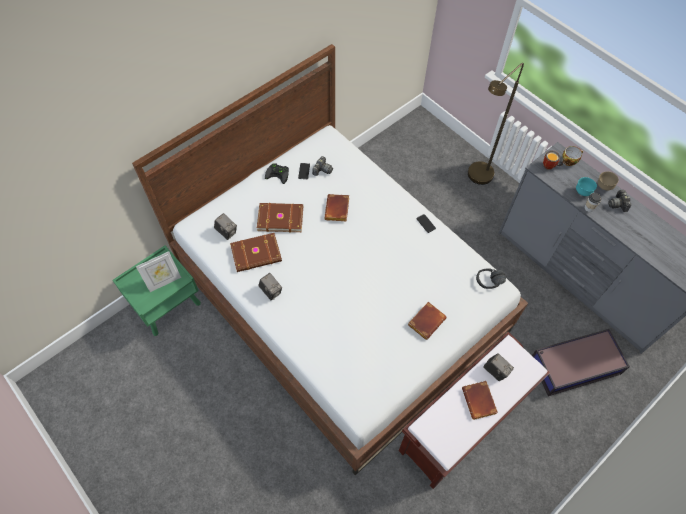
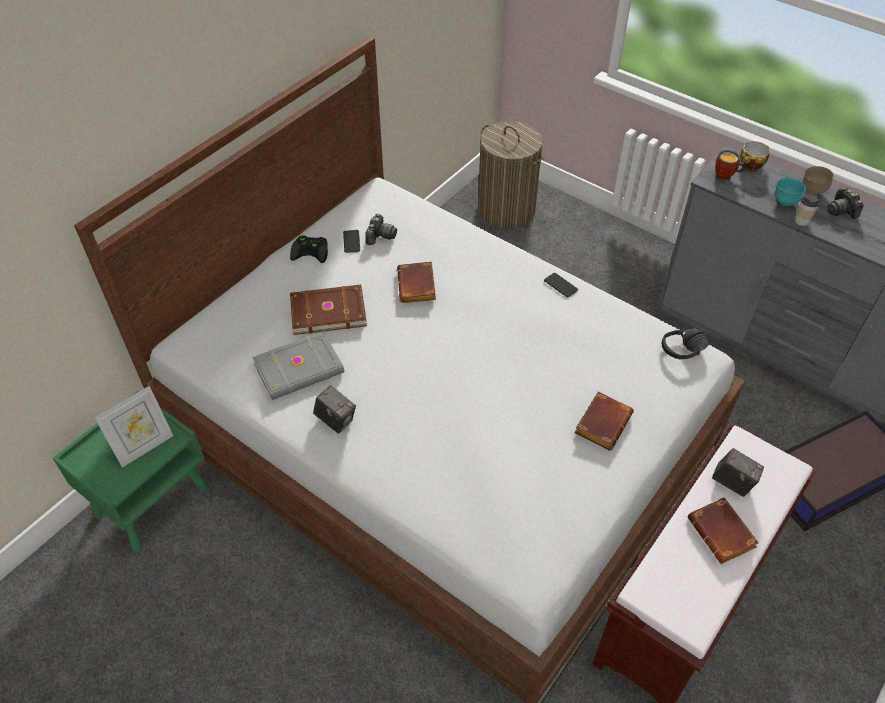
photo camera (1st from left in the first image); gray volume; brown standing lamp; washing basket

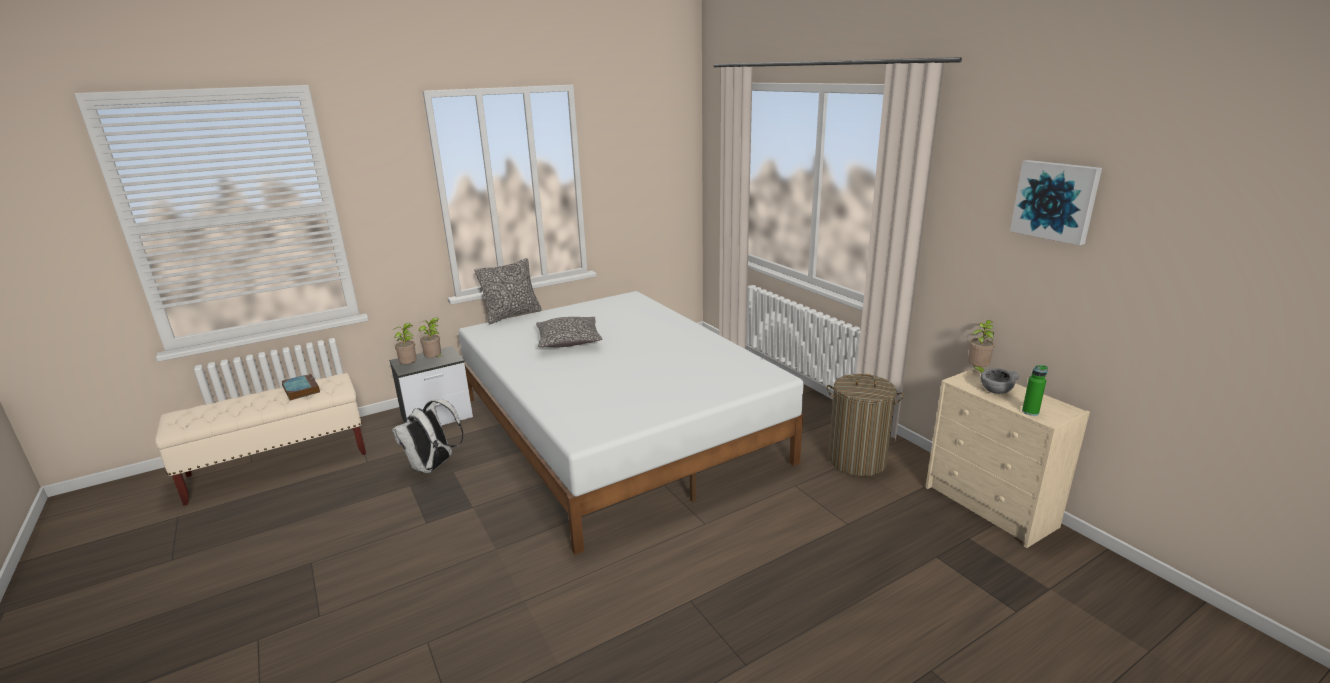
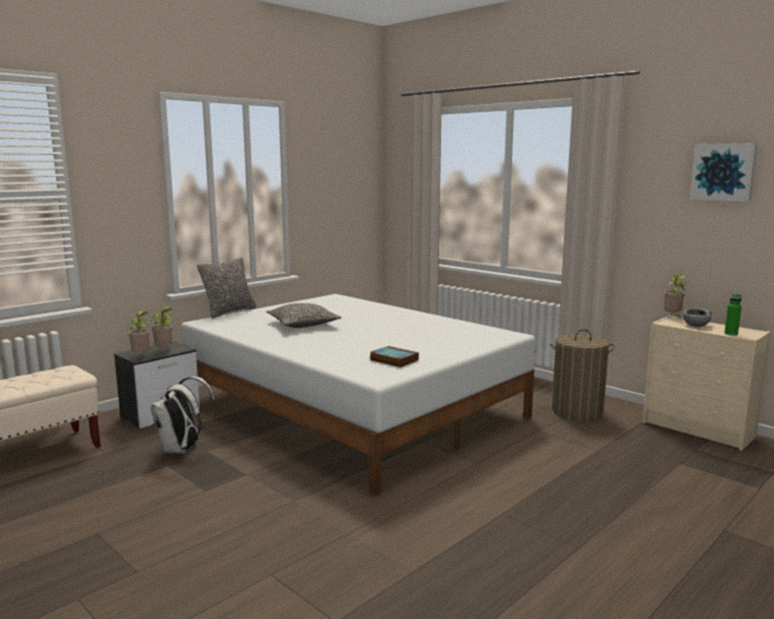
volume

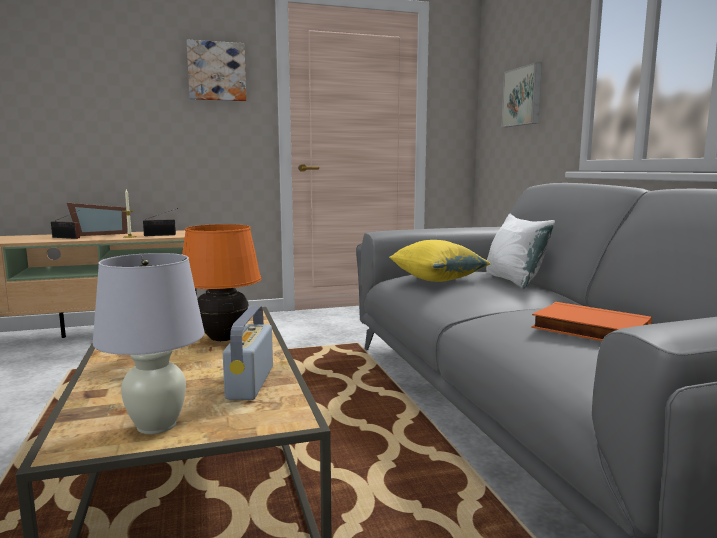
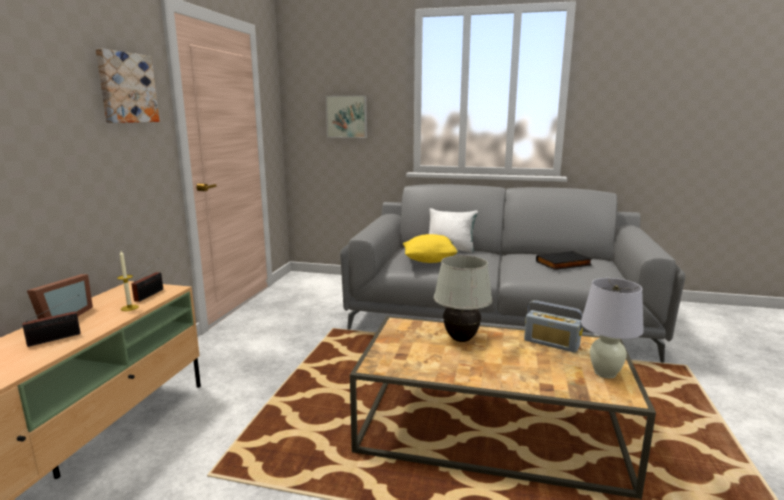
whitish tabletop lamp (1st from left); black-coloured volume

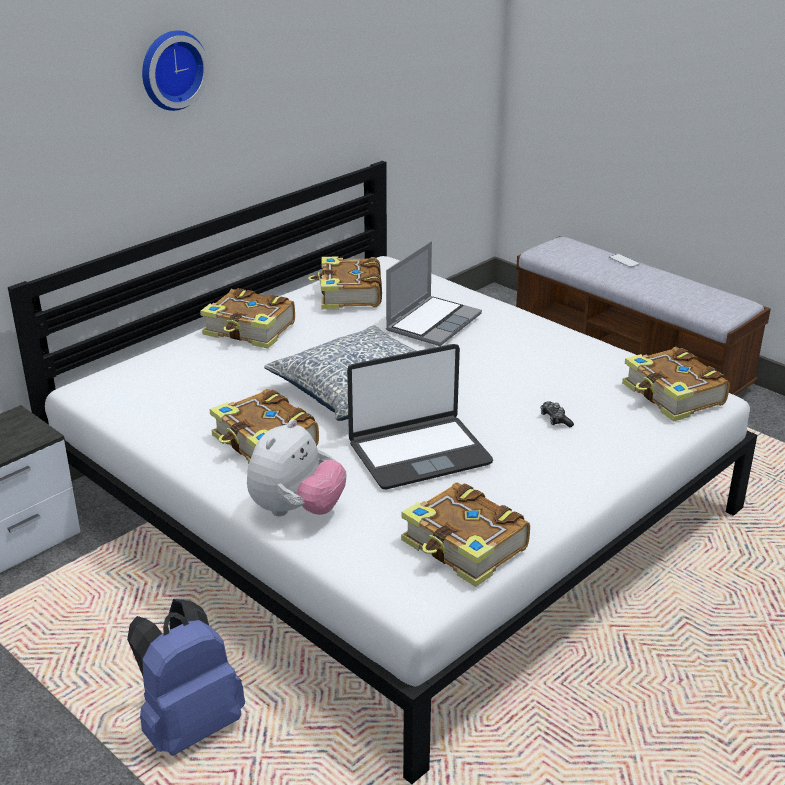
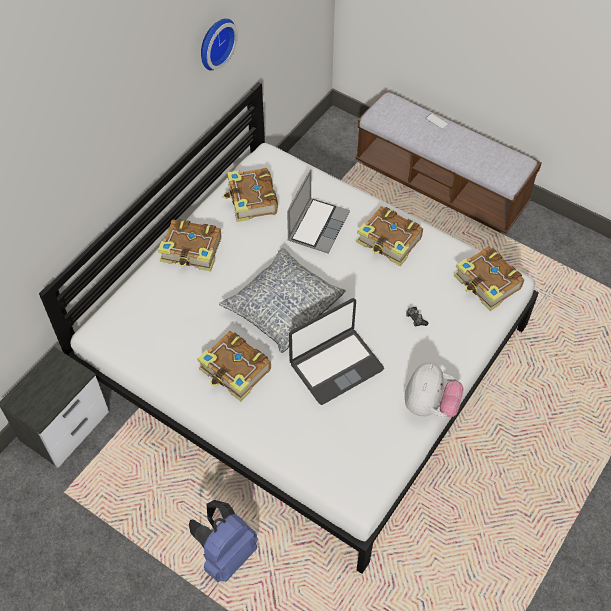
wall clock; cuddly toy; volume (4th from left)

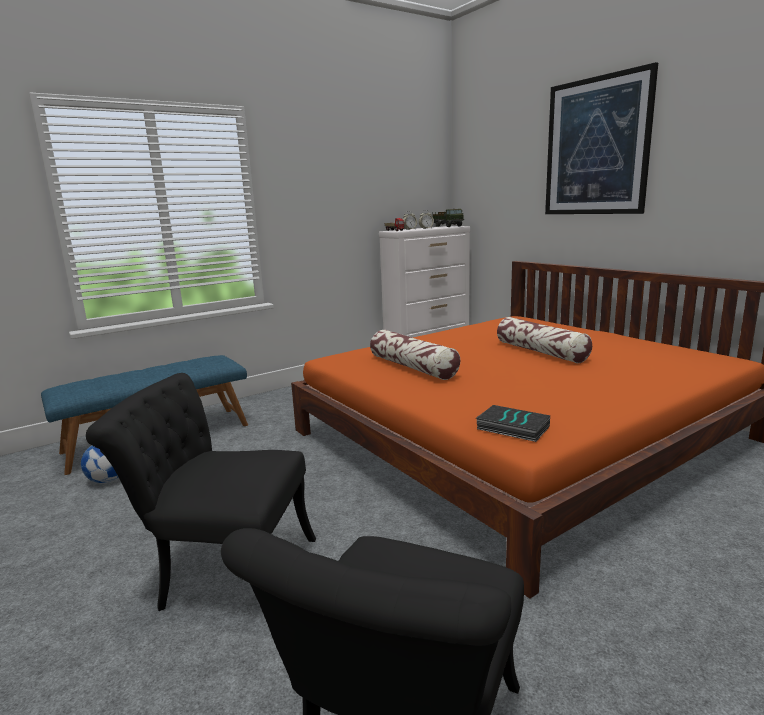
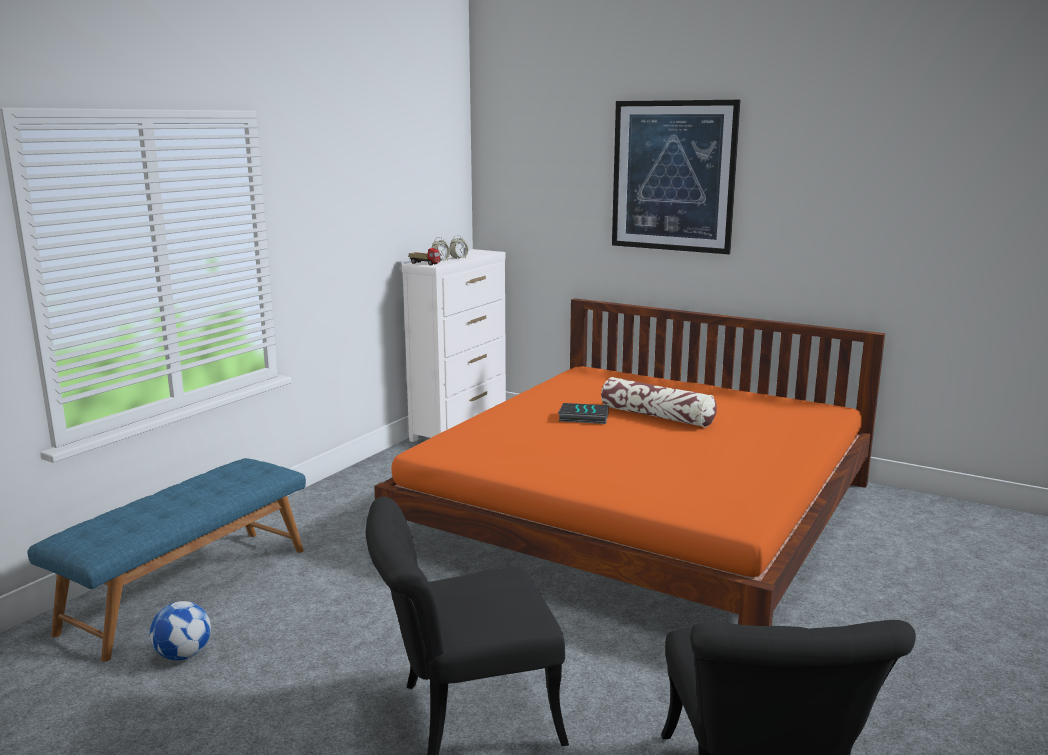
pillow (1st from left in the first image); toy lorry (2nd from left in the first image); volume

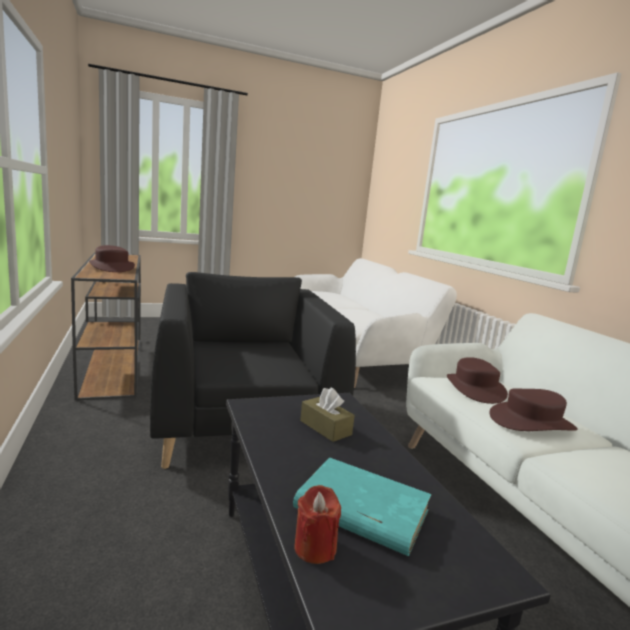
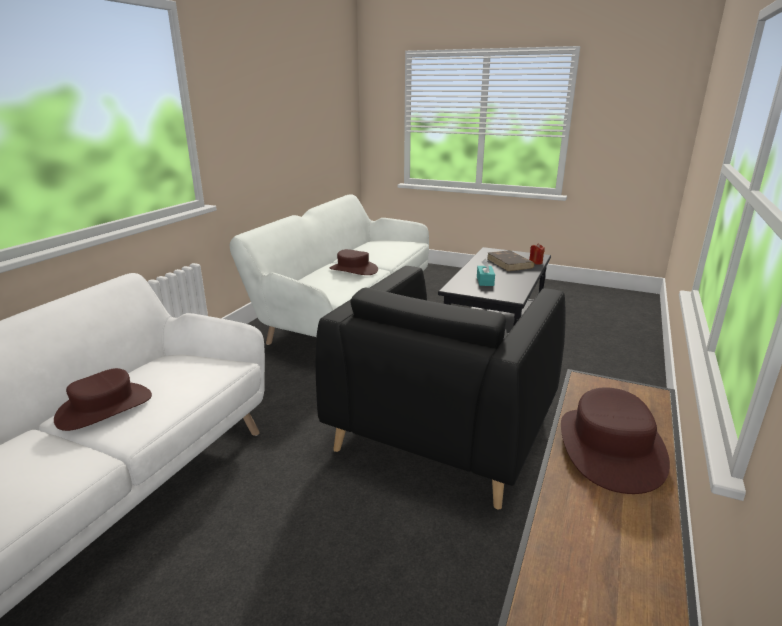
brown volume; blue-green box of tissues; brown hat (1st from left)

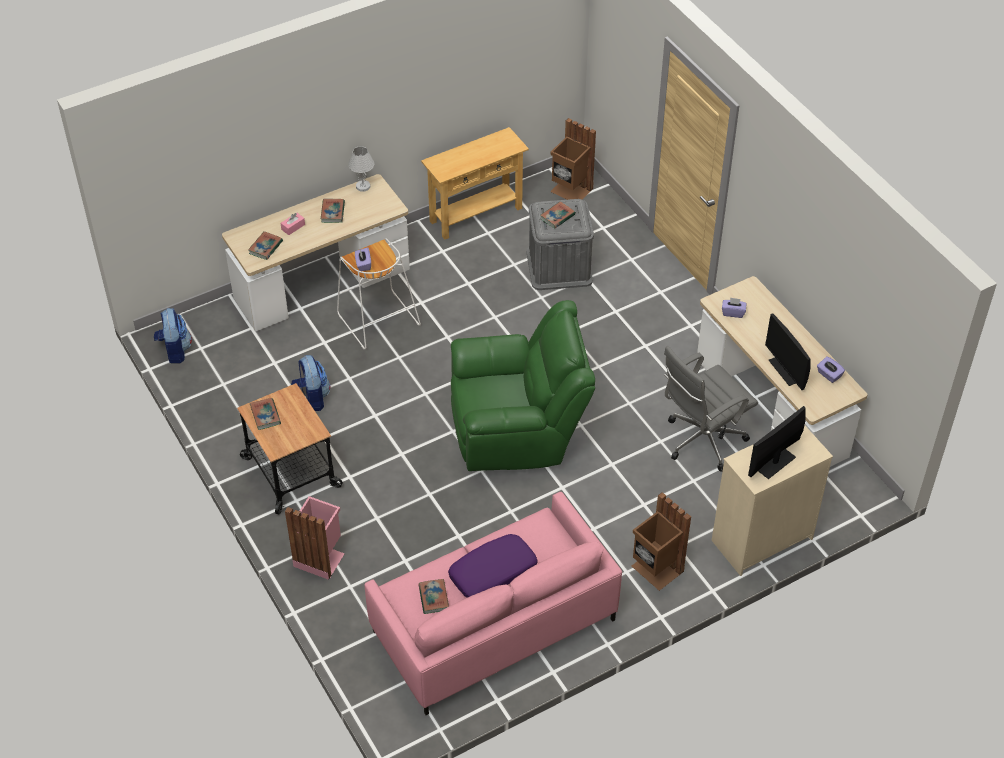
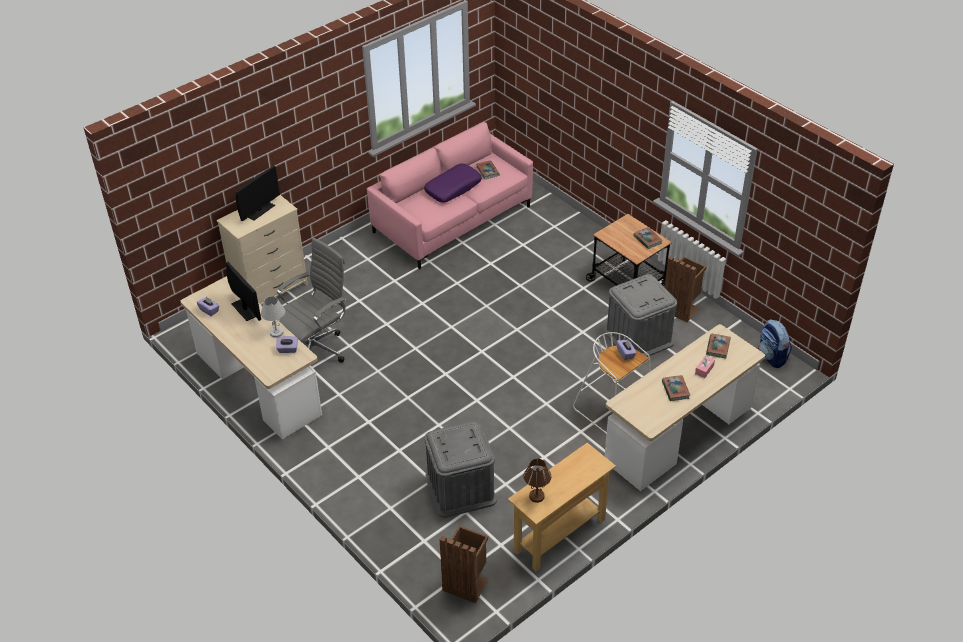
pink trash can; gray storage container (2nd from left); whitish tabletop lamp; greenish armchair; volume (5th from left in the first image); brown trash can (2nd from left); brown tabletop lamp

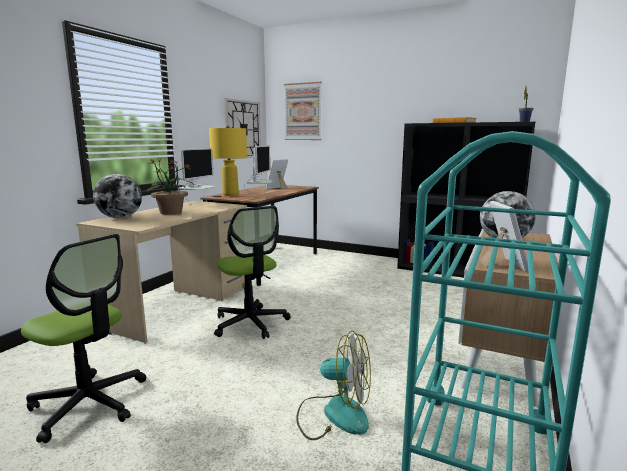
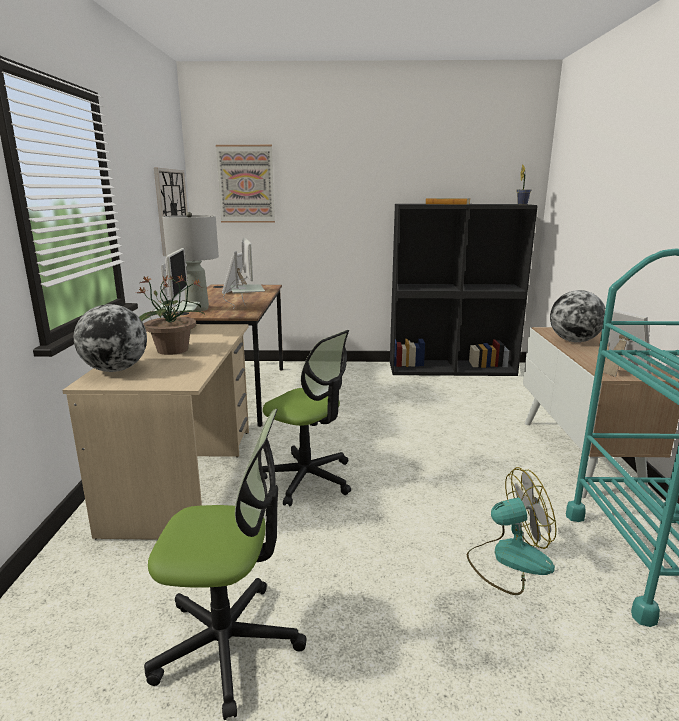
gray tabletop lamp

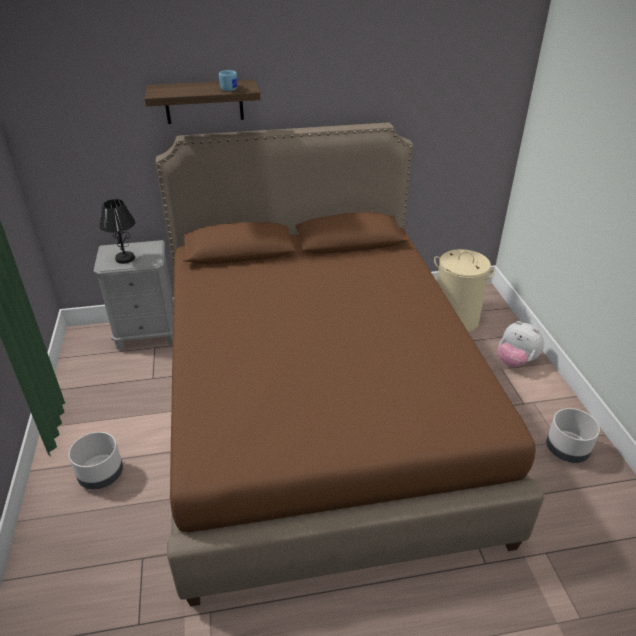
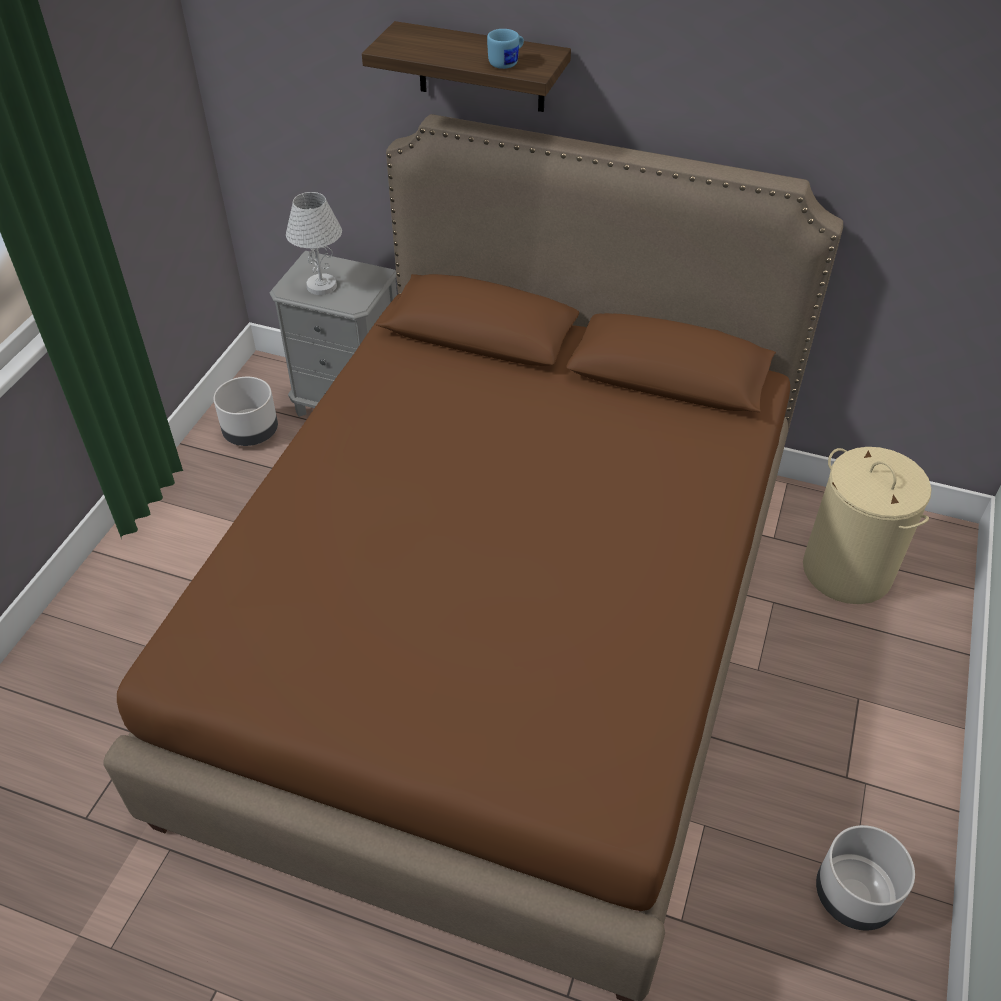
gray planter (1st from left); whitish tabletop lamp; cuddly toy

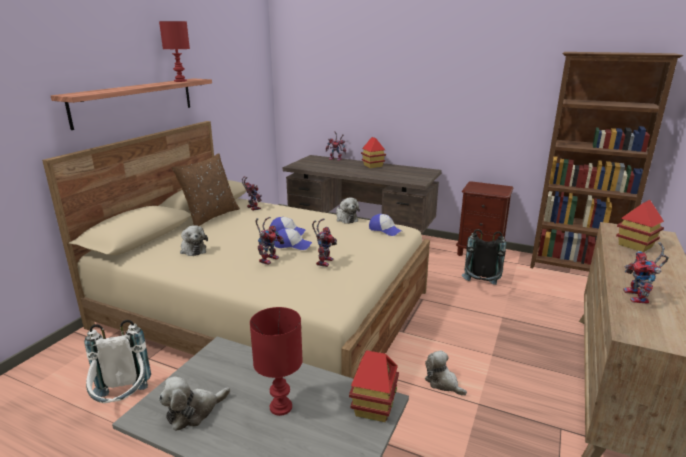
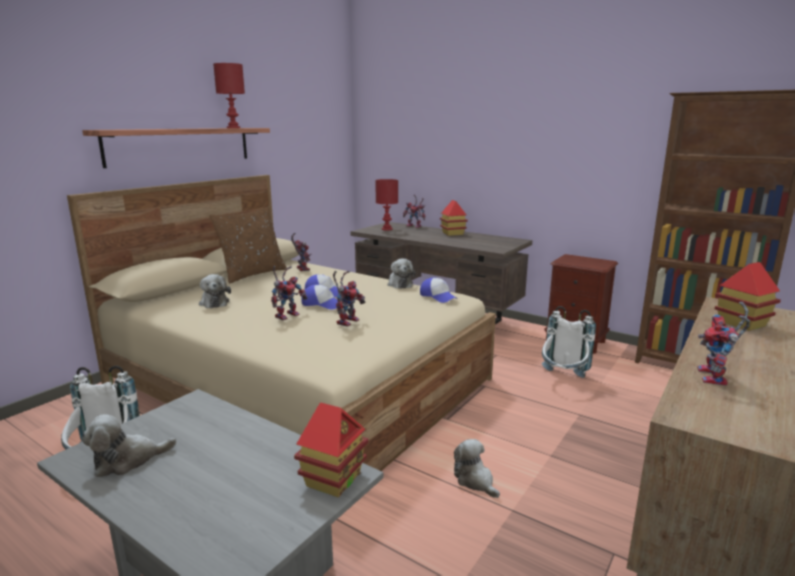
reddish tabletop lamp (2nd from left); whitish rucksack (2nd from left)

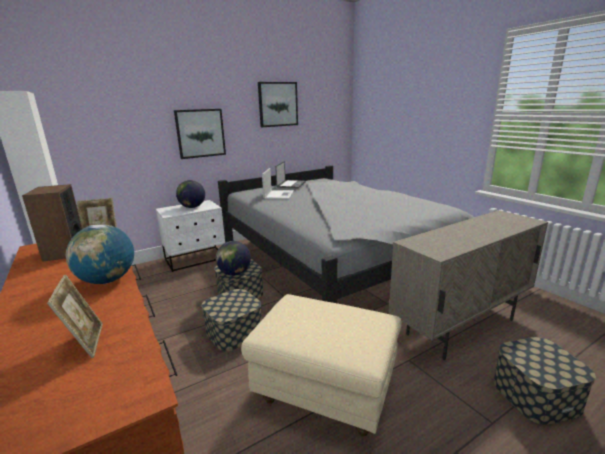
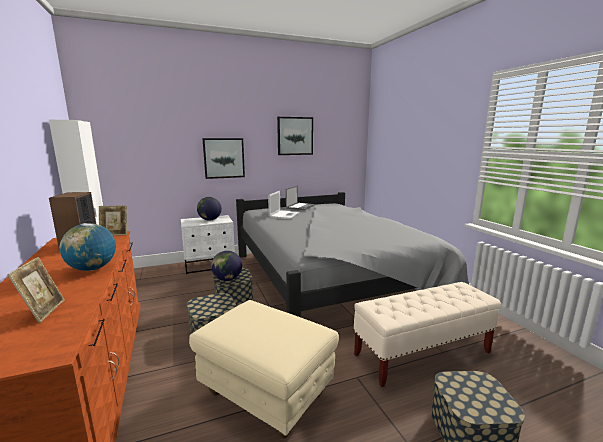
beige indoor bench

